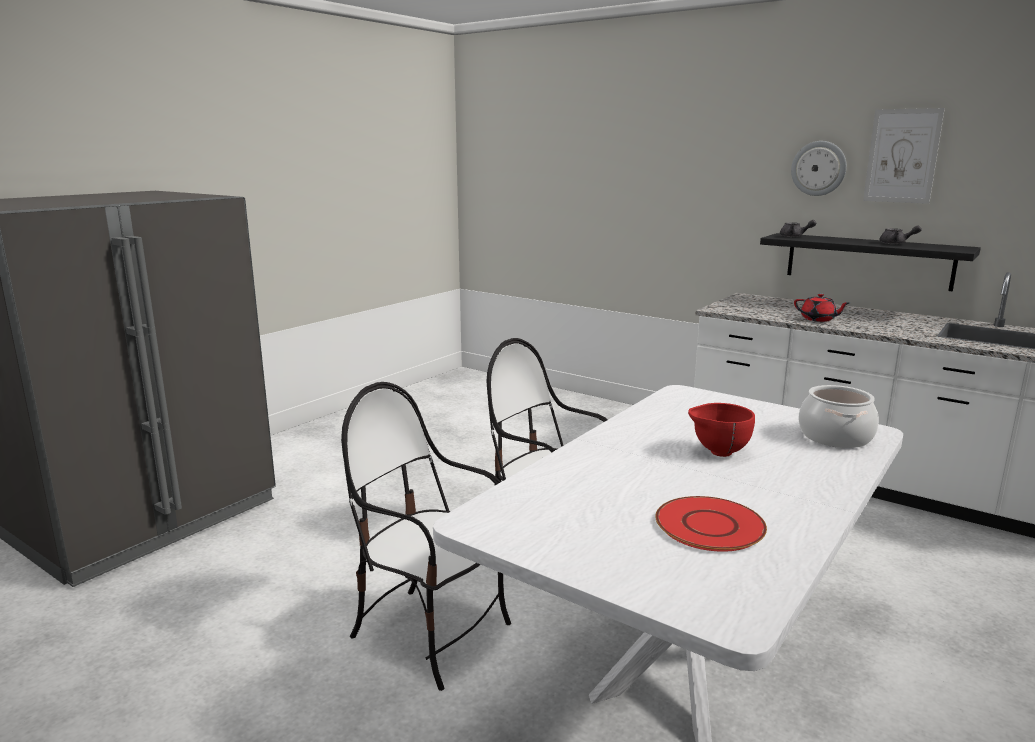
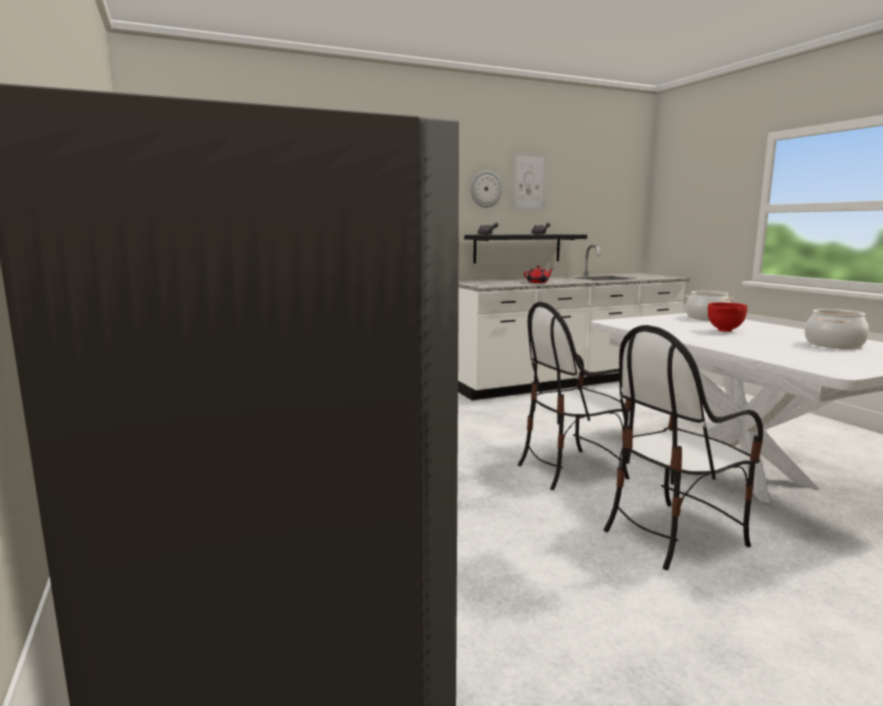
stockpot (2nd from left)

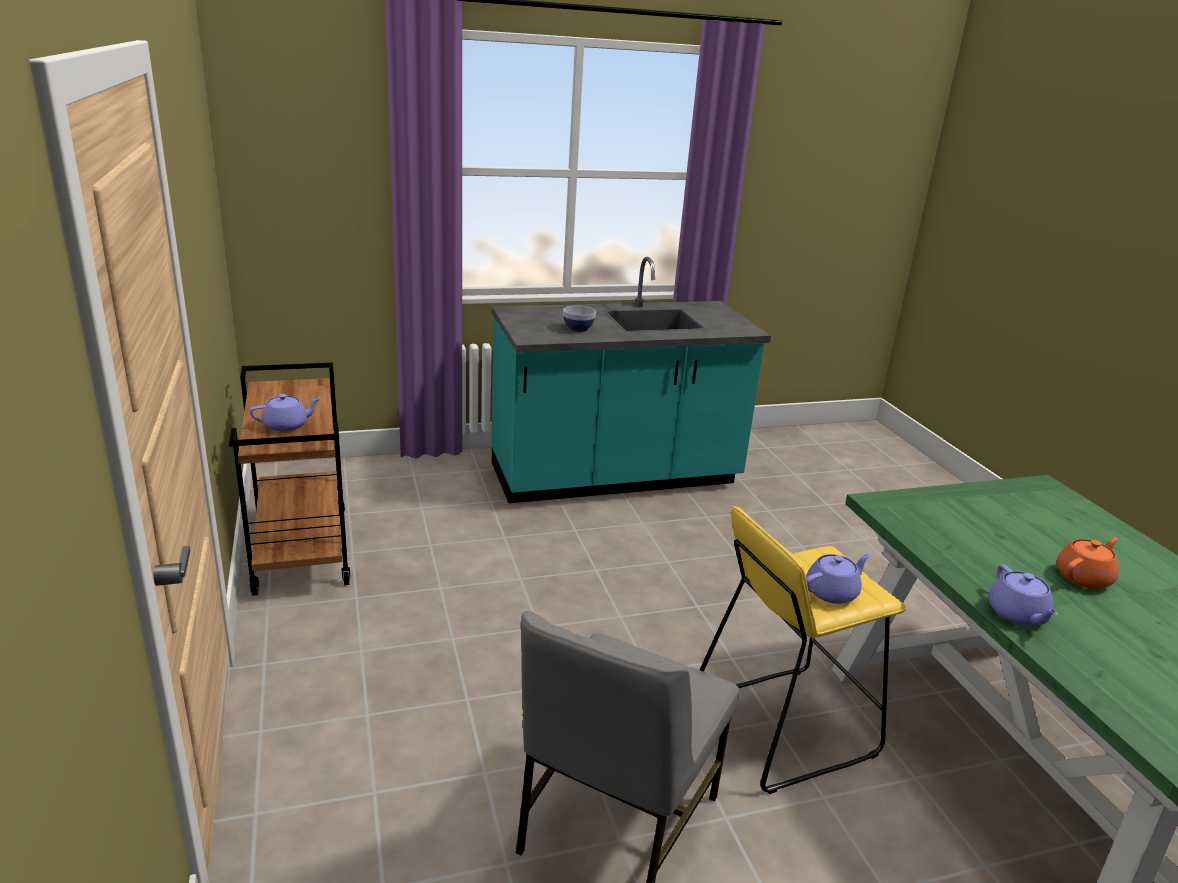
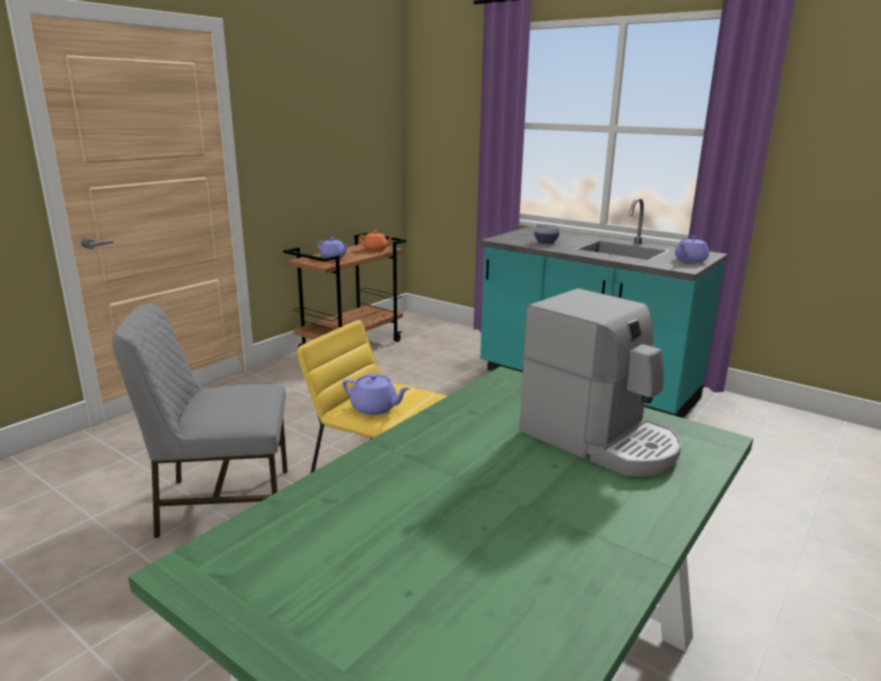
purple-coloured teapot (3rd from left); orangey teapot; coffee machine

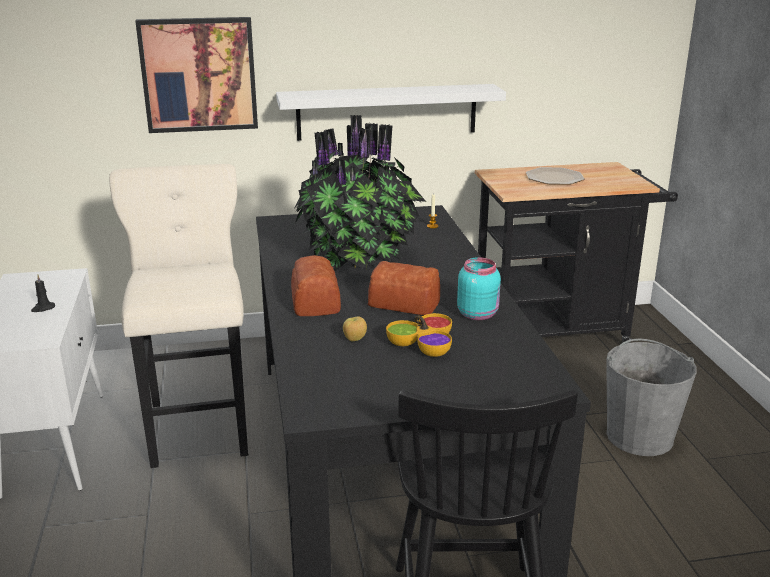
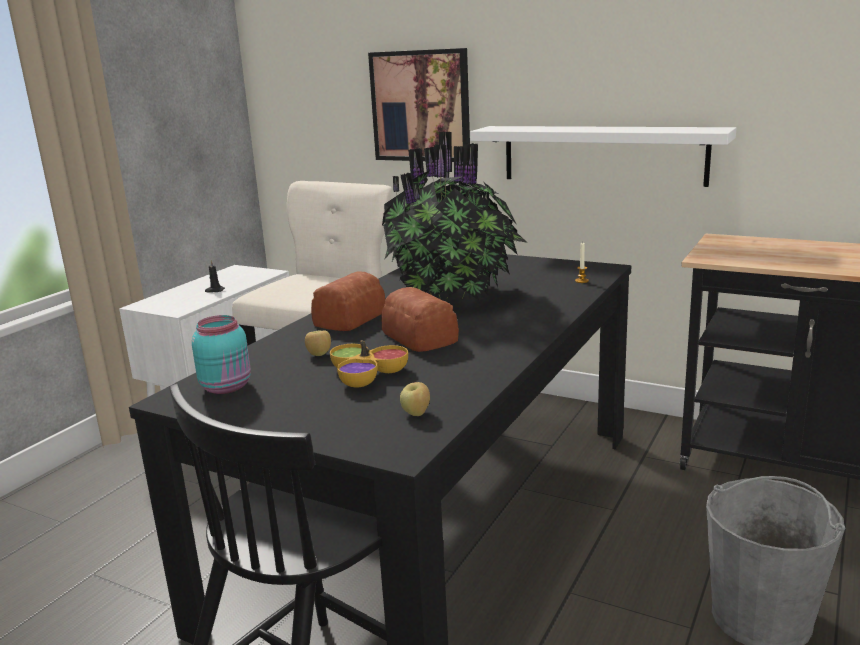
blue-green storage jar; flat dish; apple fruit (2nd from left)

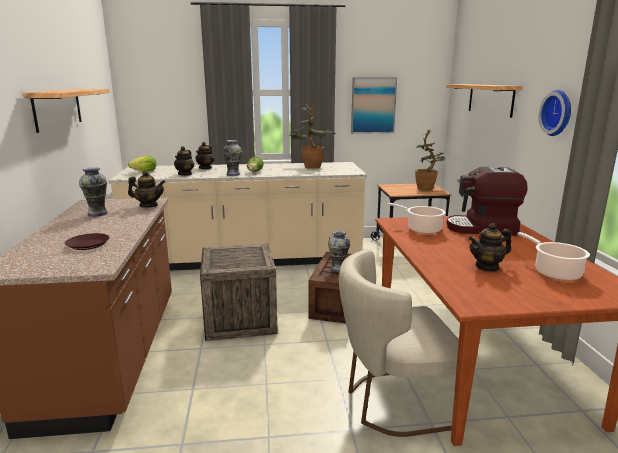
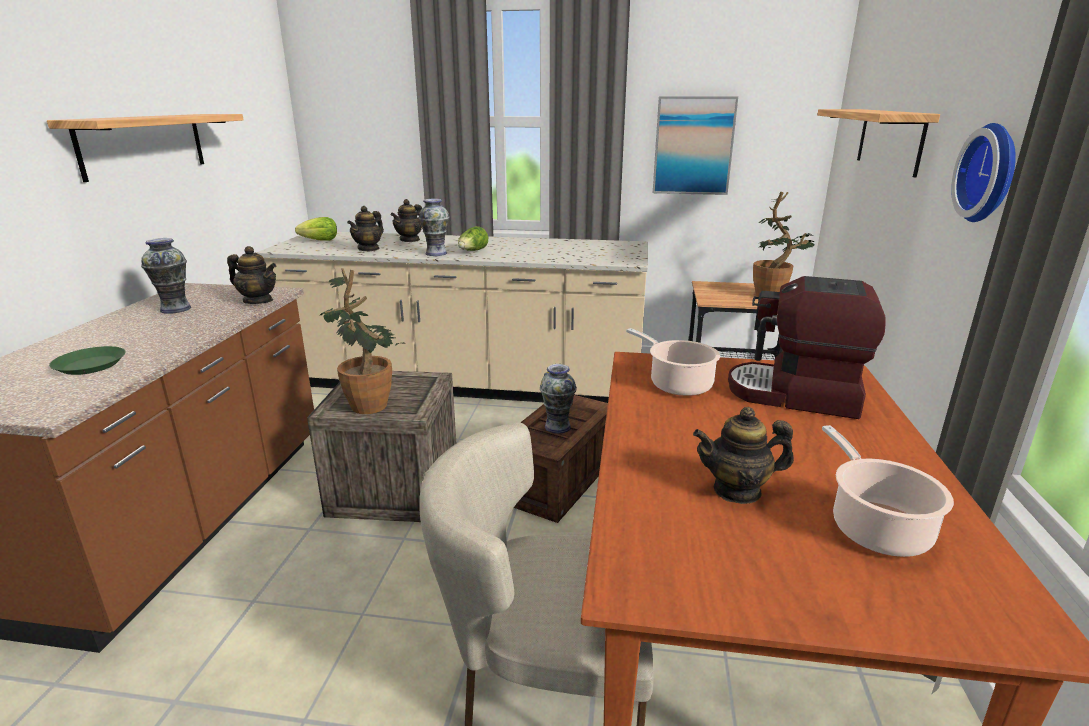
greenish flat dish; plant in a pot (1st from left)

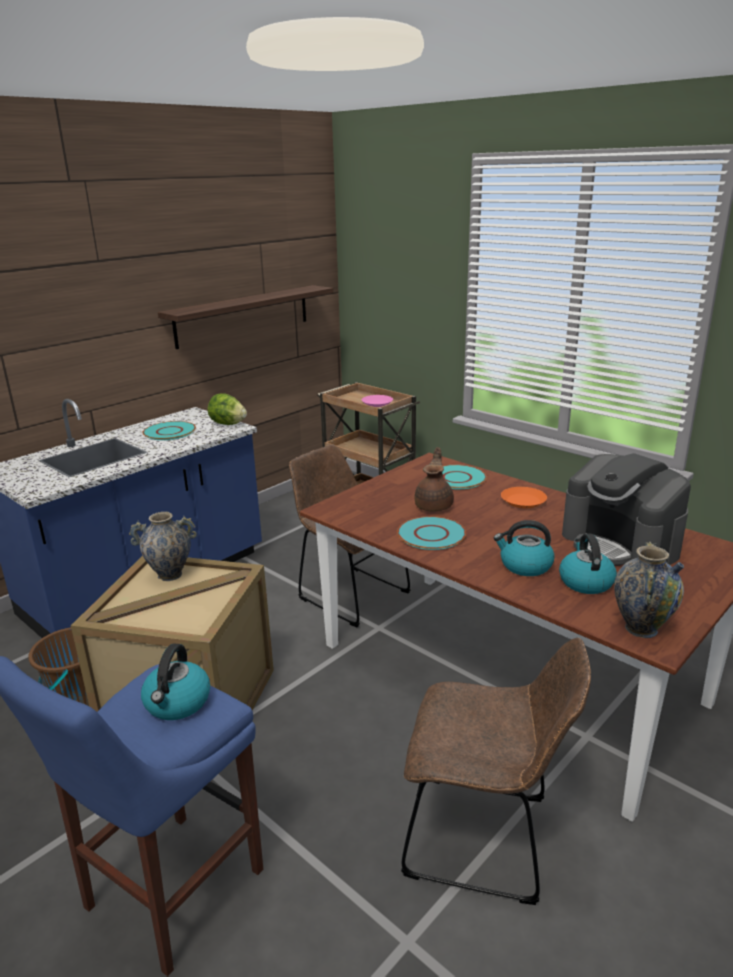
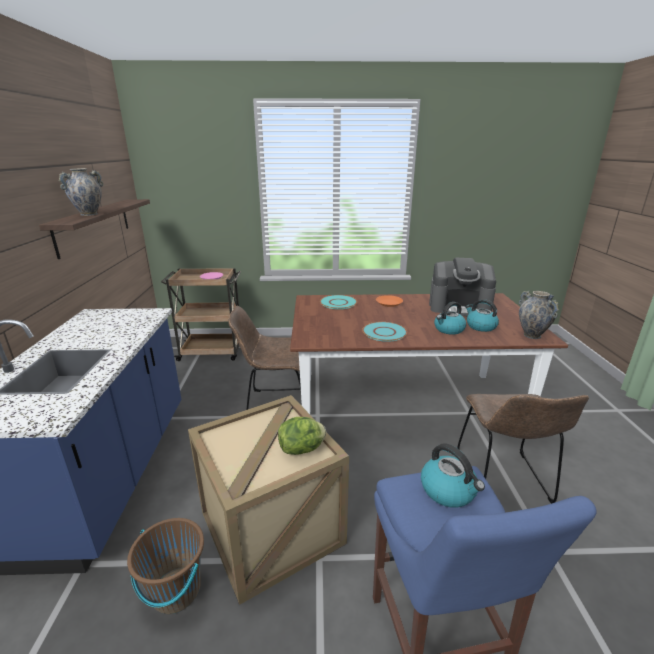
decorative vase (1st from left); blue-green flat dish (1st from left in the first image); lettuce head; brown chair (2nd from left); brown teapot

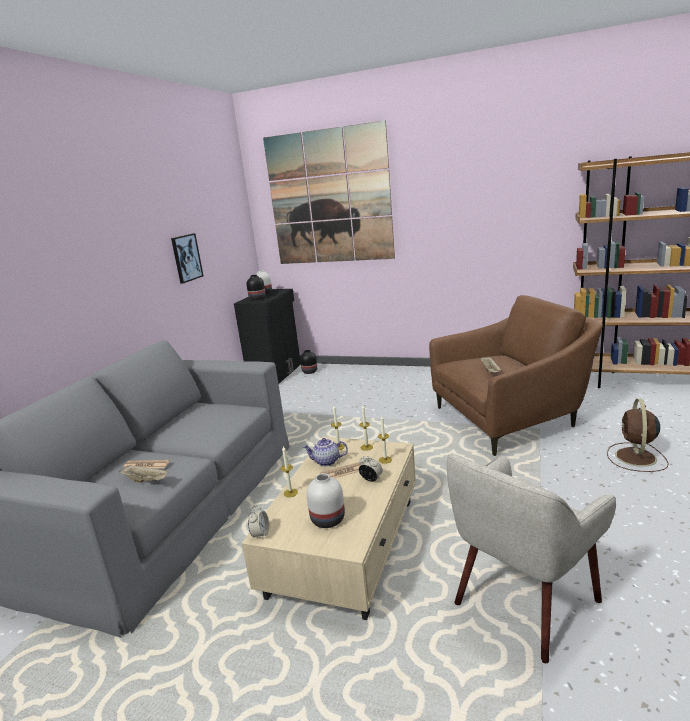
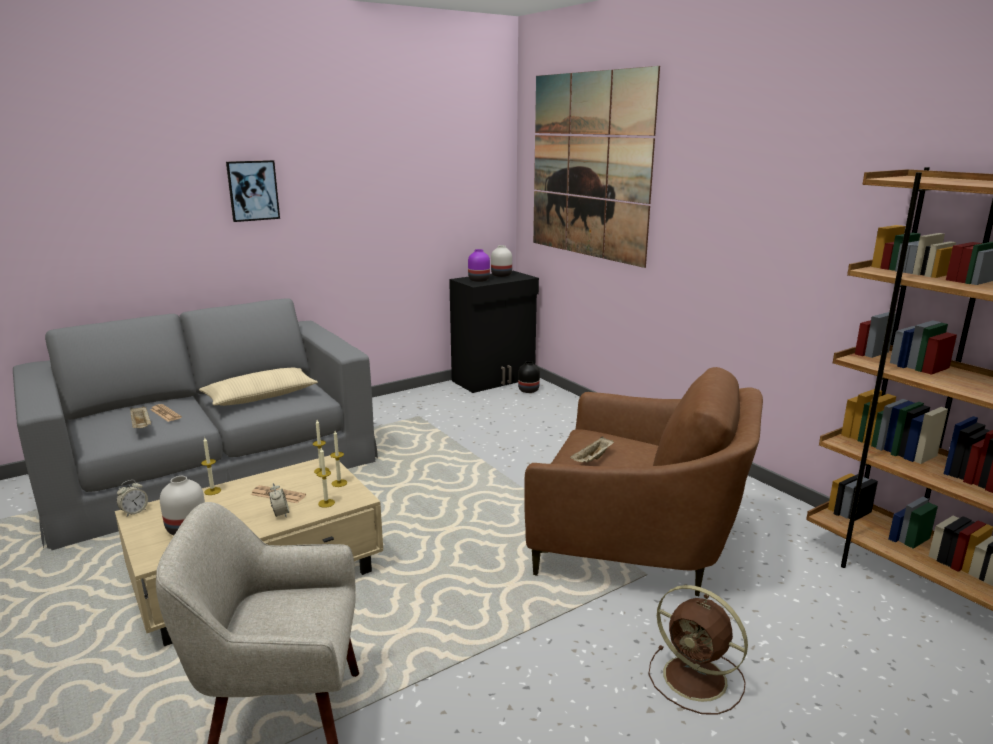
wall art (1st from left); purple-coloured decorative vase; teapot; brown electric fan; beige pillow

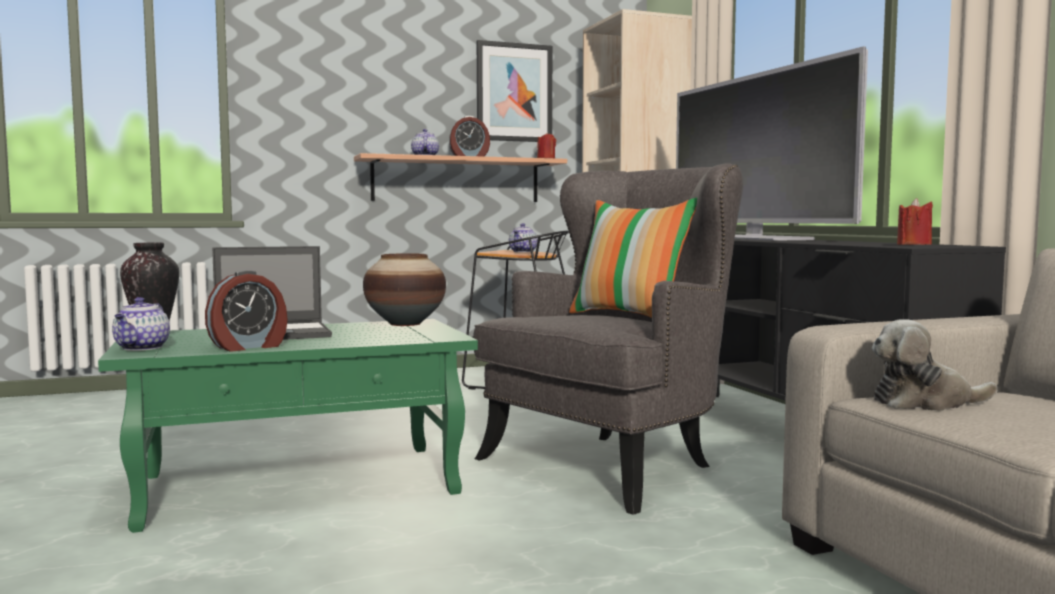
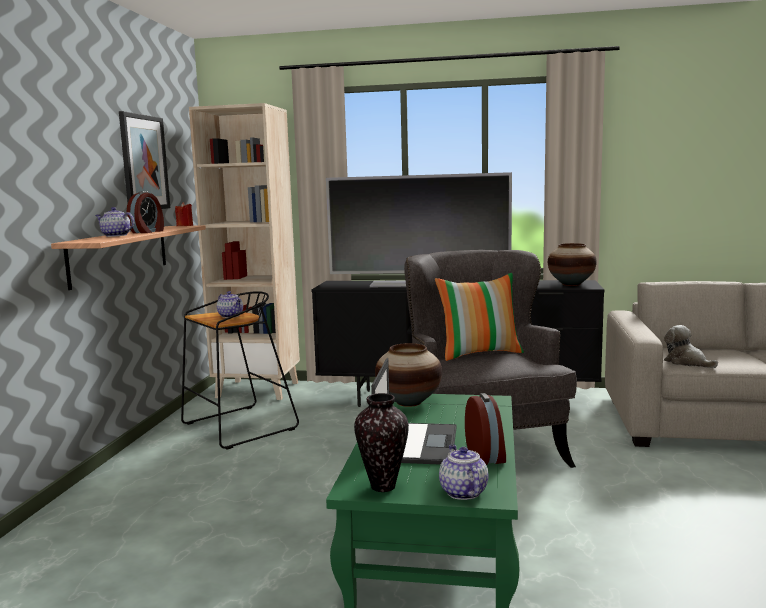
teapot (3rd from left); cuddly toy; decorative vase (3rd from left)

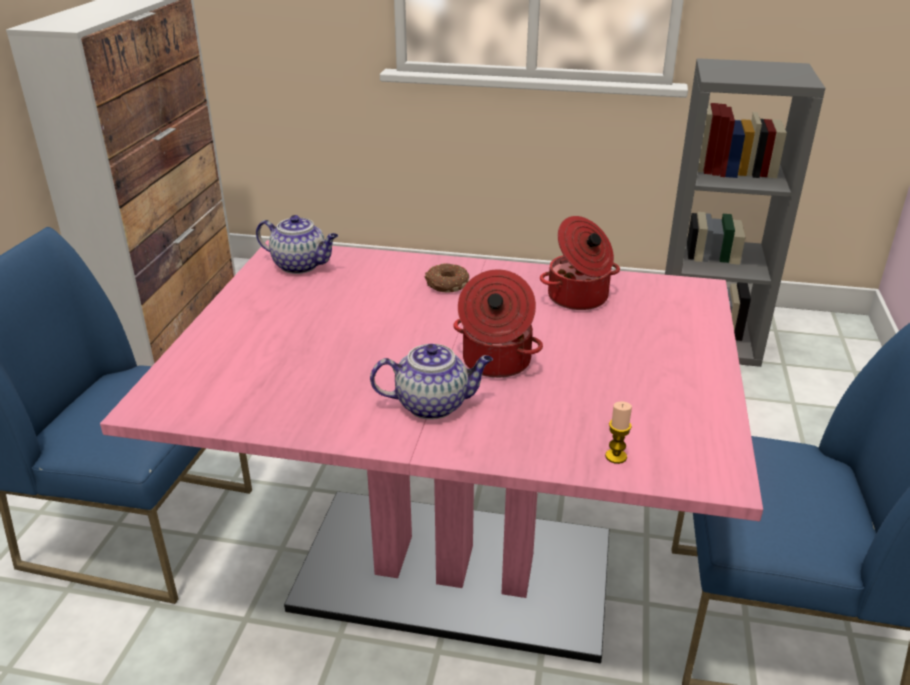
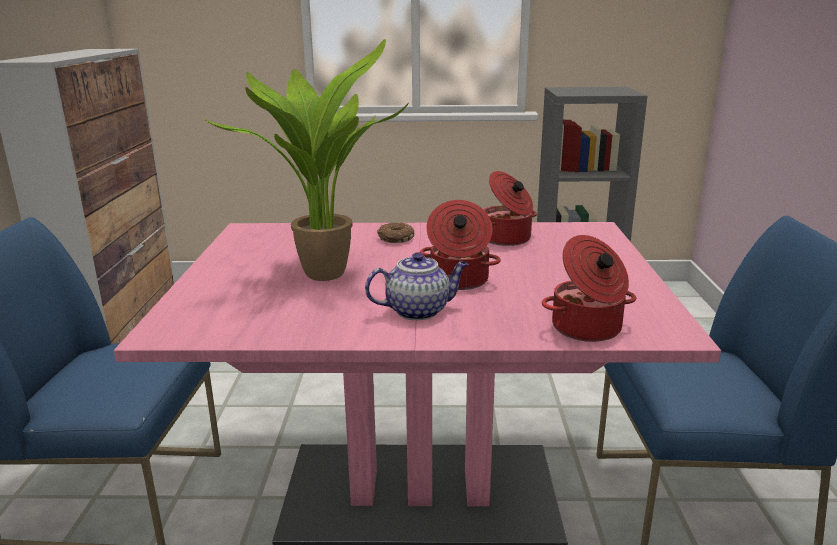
teapot (1st from left in the first image); stockpot (3rd from left); plant in a pot

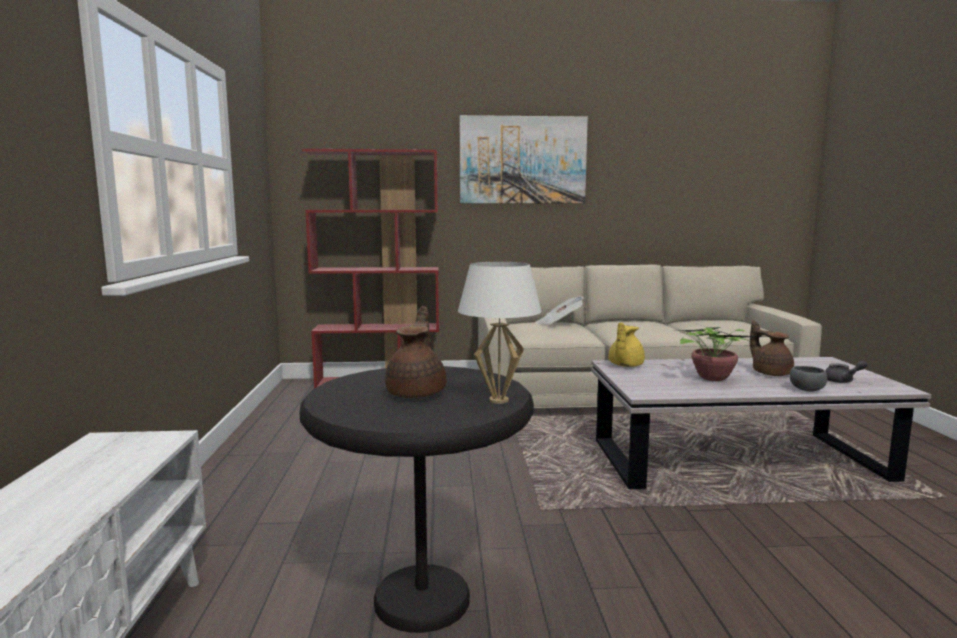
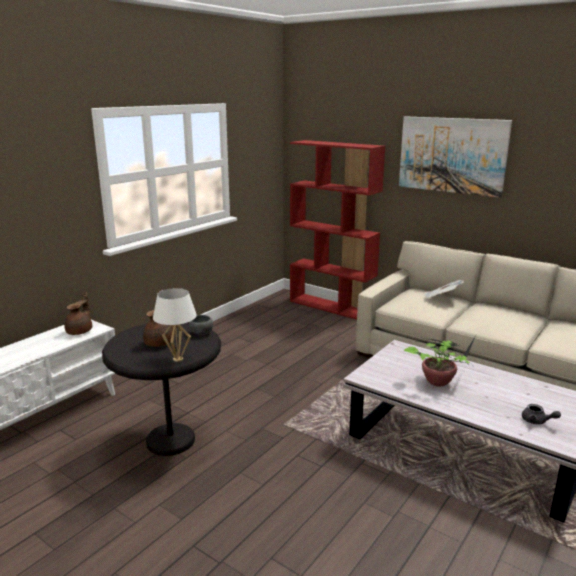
yellow-coloured teapot; brown teapot (1st from left); gray bowl

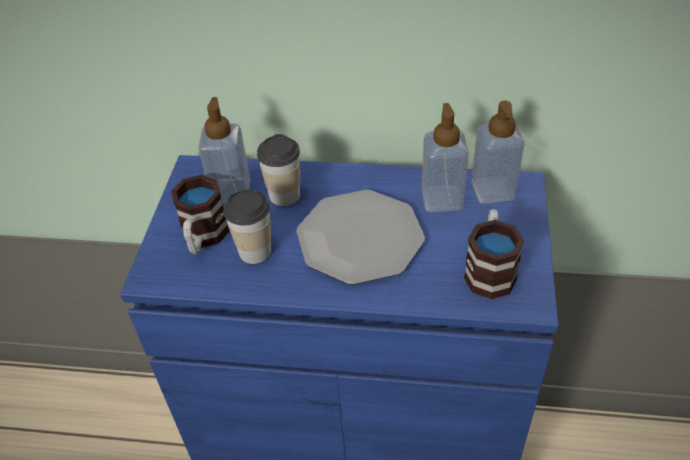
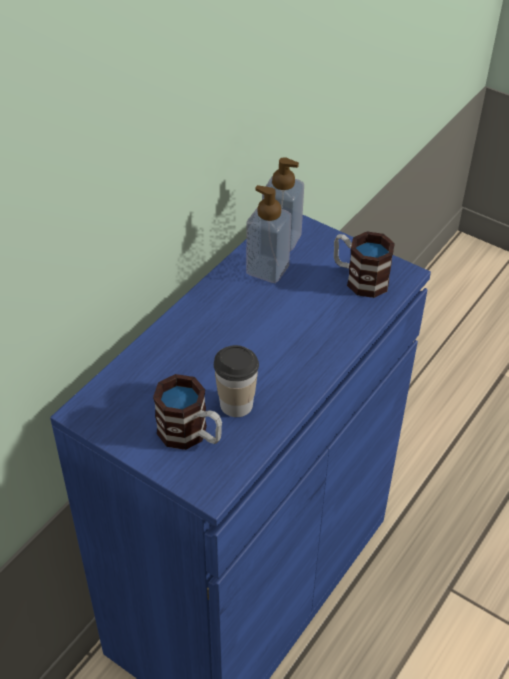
soap bottle (1st from left in the first image); drinking cup (2nd from left in the first image); flat dish

